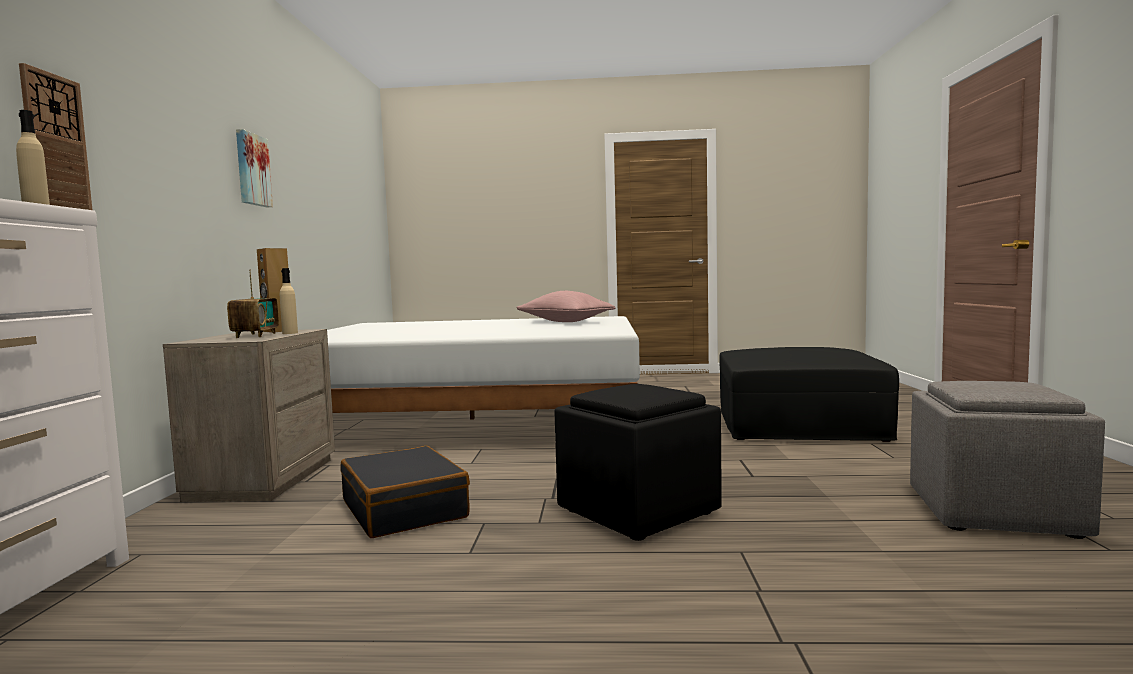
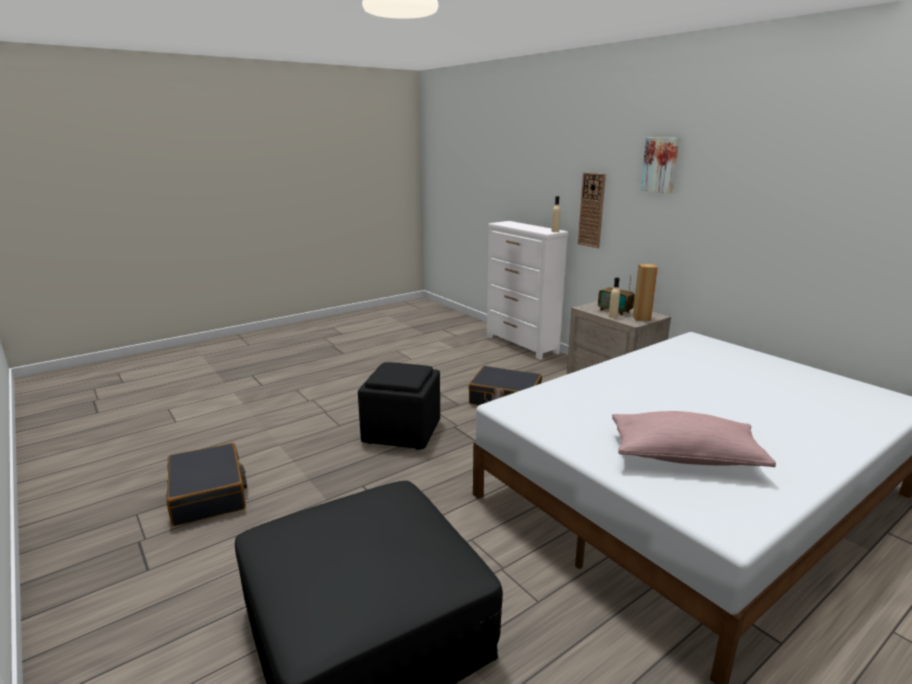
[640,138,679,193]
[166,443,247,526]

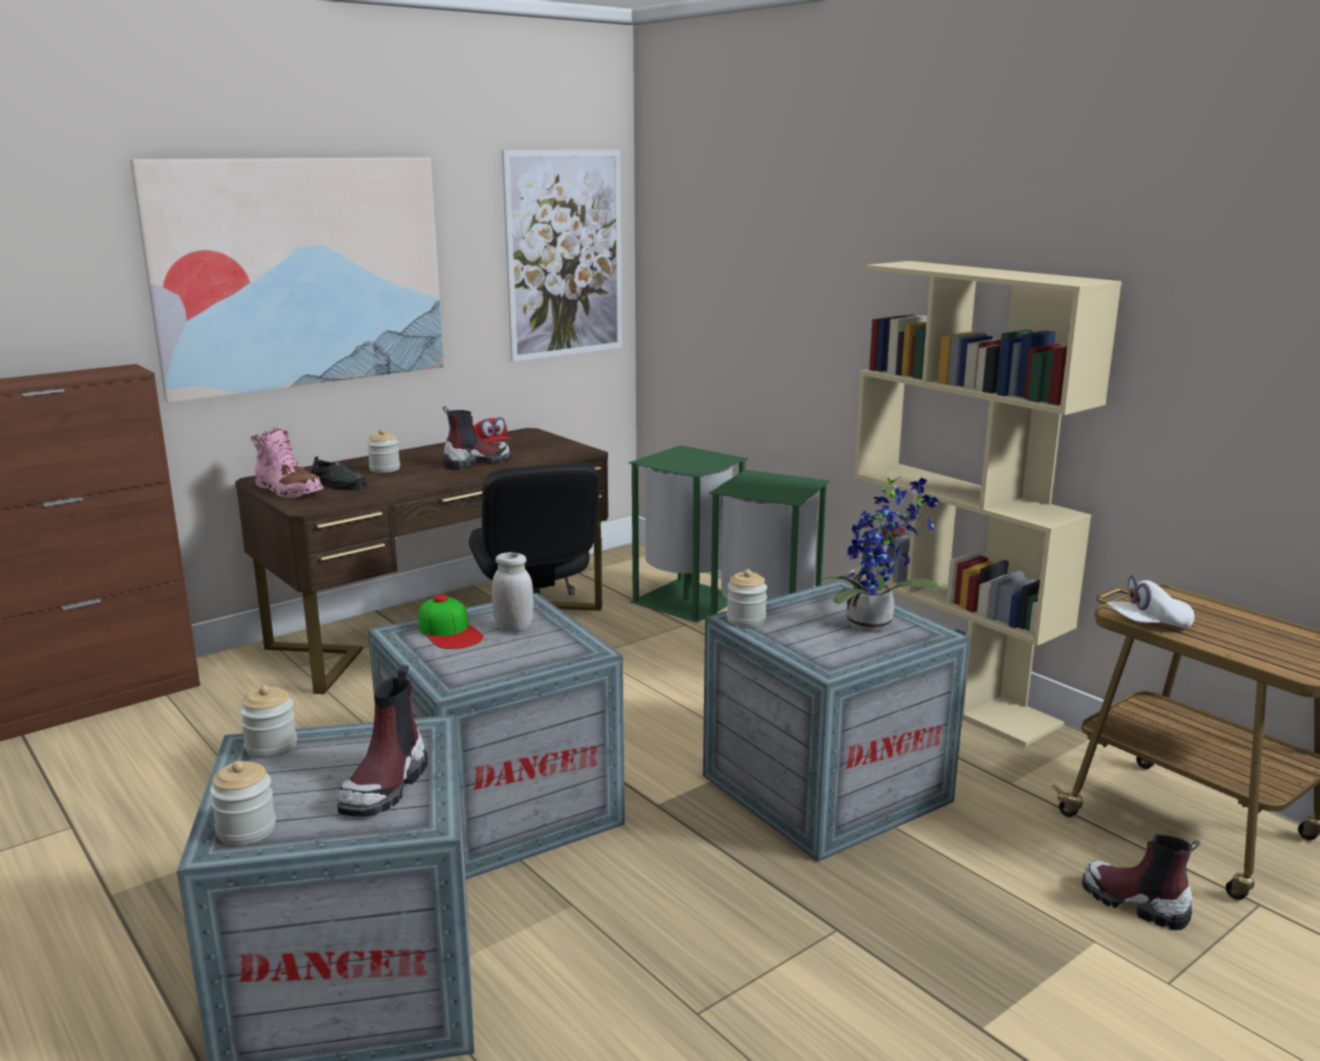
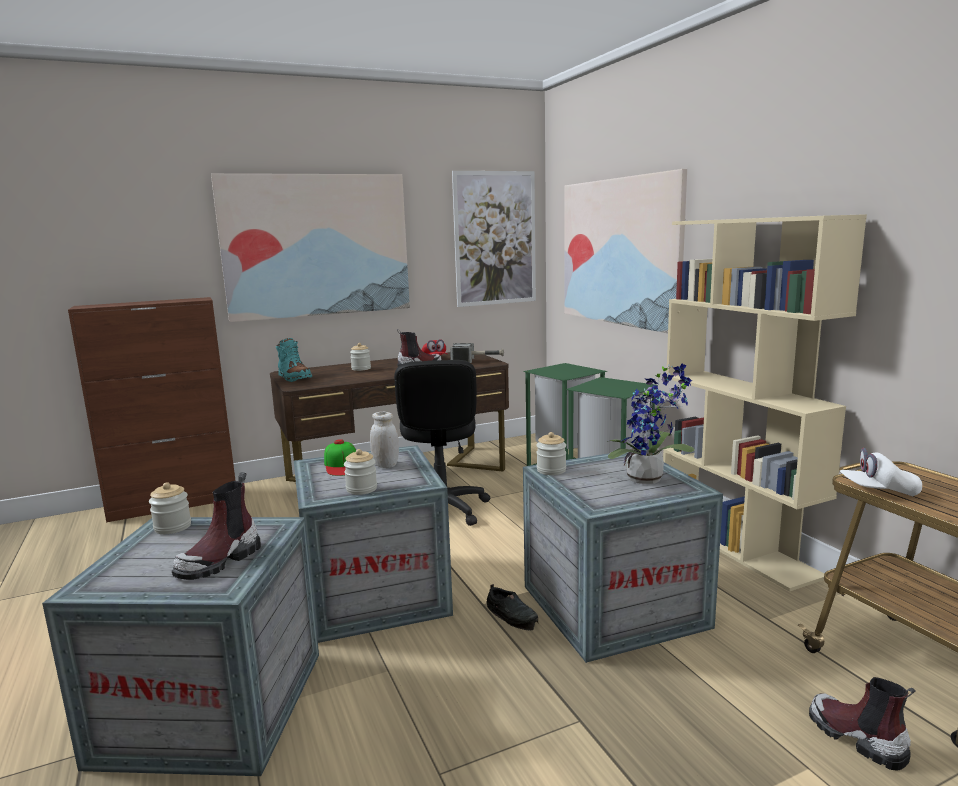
[450,343,504,363]
[565,169,687,333]
[344,449,377,495]
[487,584,538,630]
[276,338,312,382]

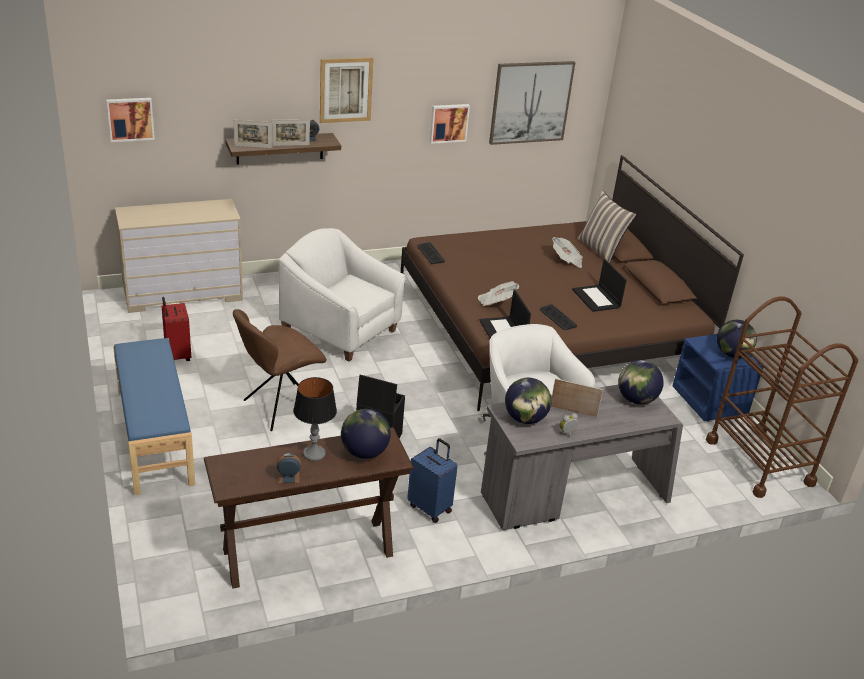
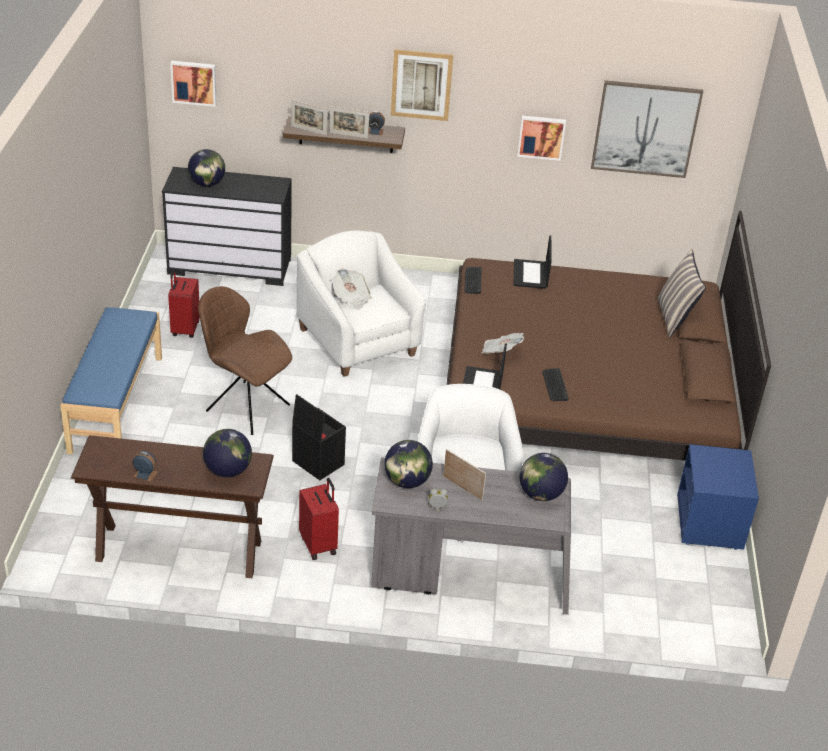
[293,377,337,461] (first image)
[706,296,858,498] (first image)
[332,268,372,310]
[513,235,552,289]
[188,149,225,187]
[162,167,292,286]
[299,478,339,560]
[198,286,292,435]

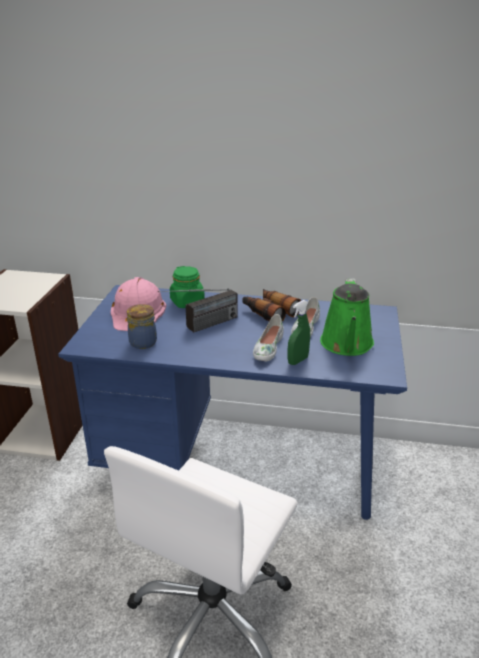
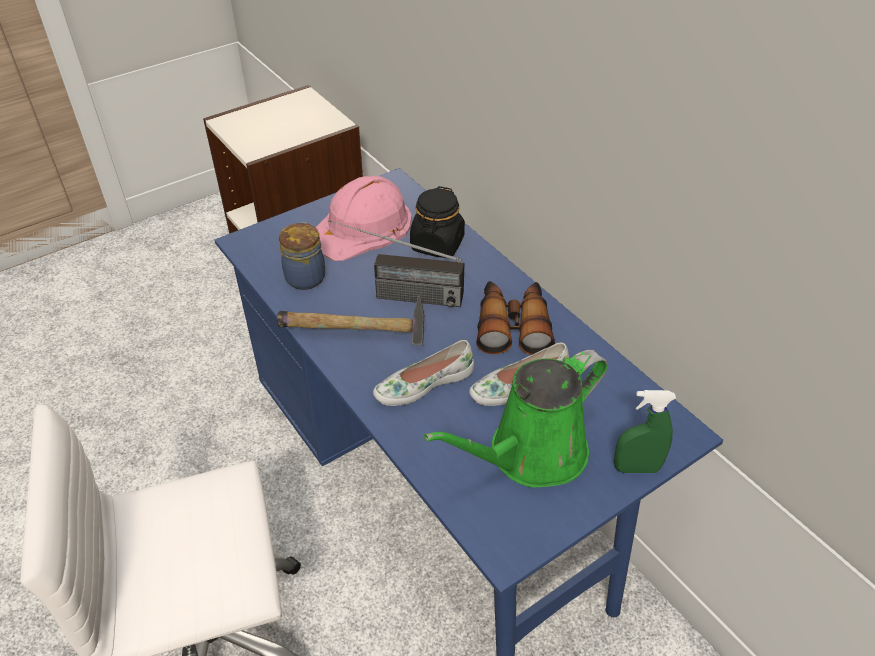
[277,296,424,345]
[614,390,676,473]
[410,186,465,258]

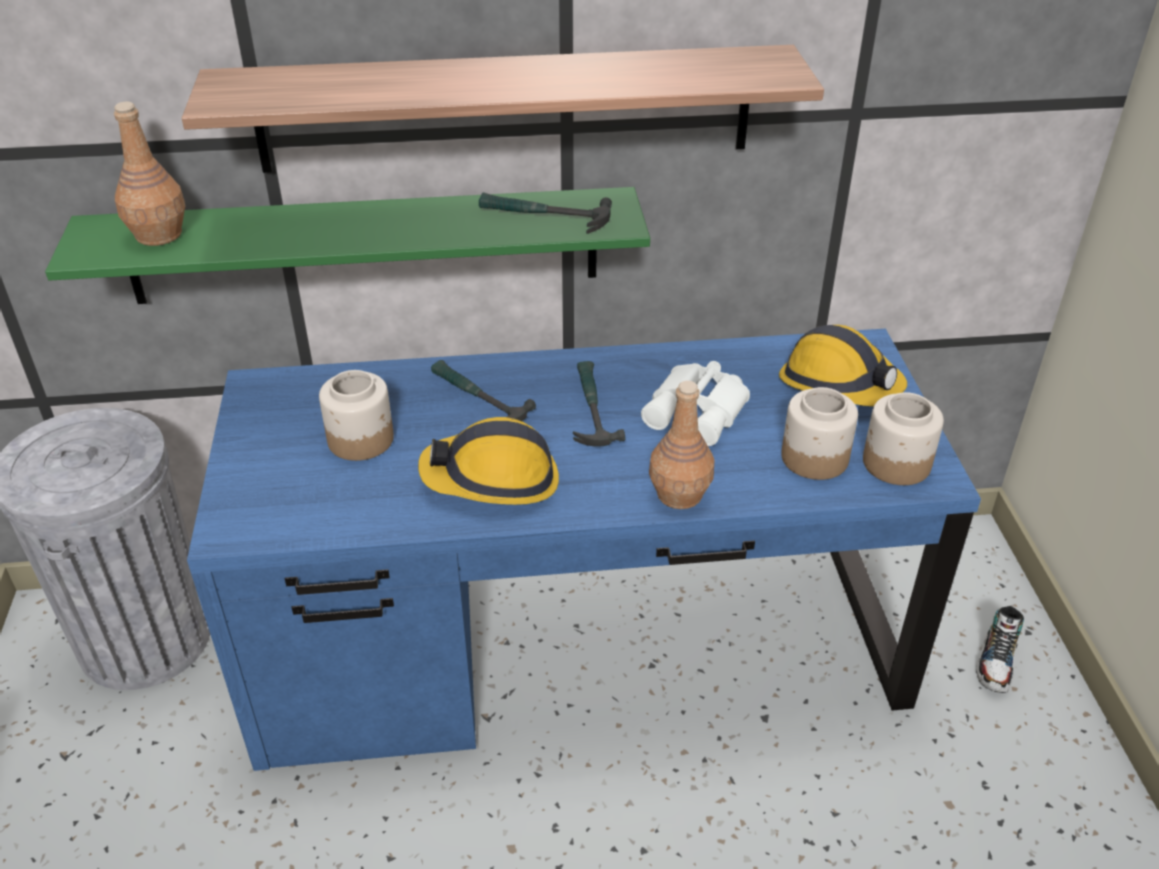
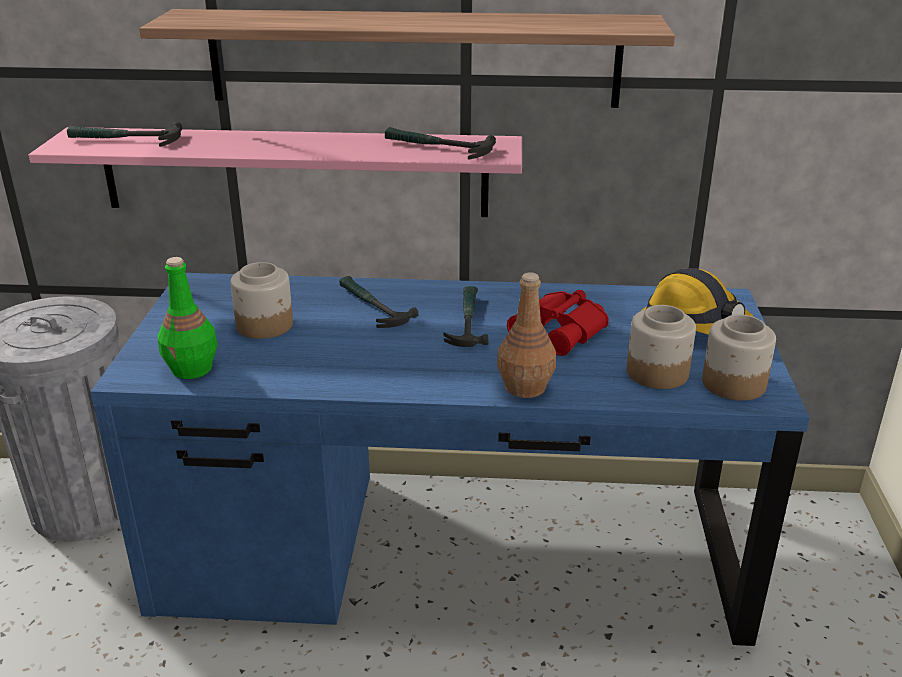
[418,417,559,505] (first image)
[976,606,1024,693] (first image)
[158,257,218,379]
[67,122,182,147]
[29,127,522,217]
[507,290,609,356]

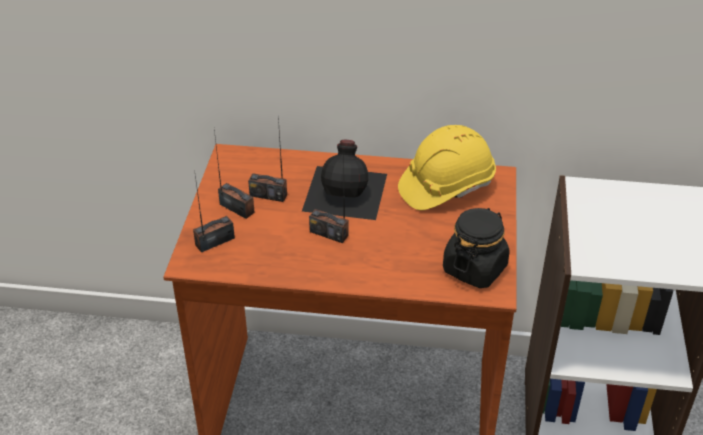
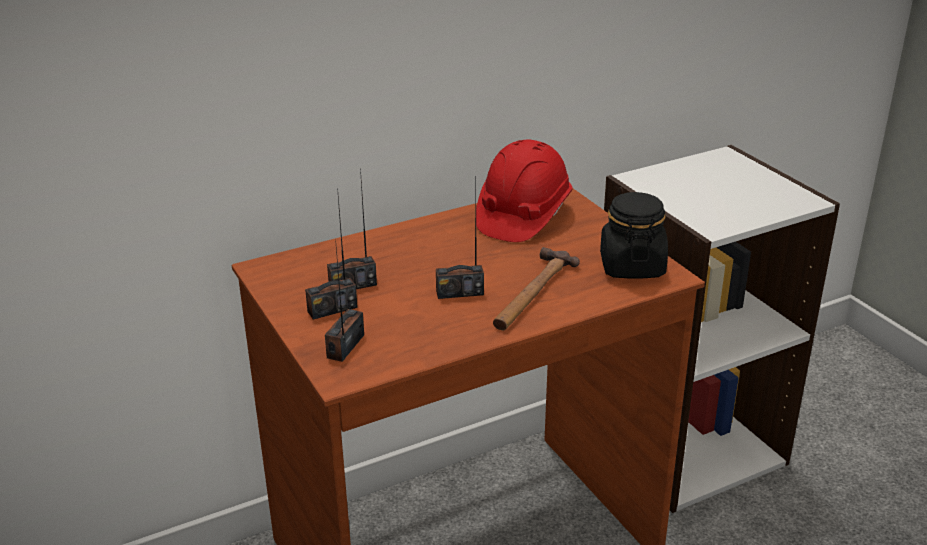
[302,140,387,220] (first image)
[493,247,580,330]
[476,139,572,242]
[305,197,358,320]

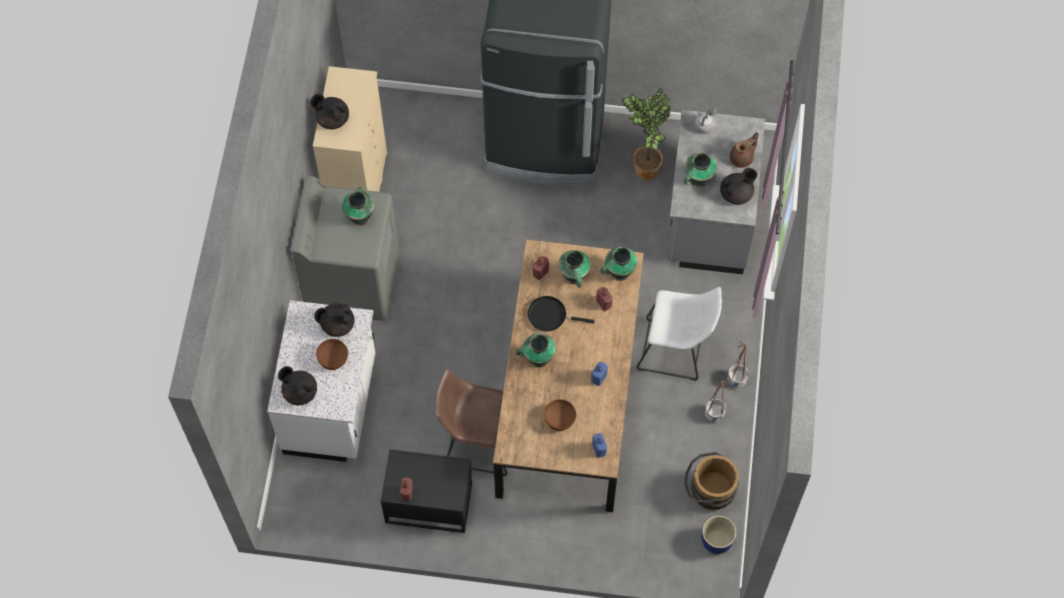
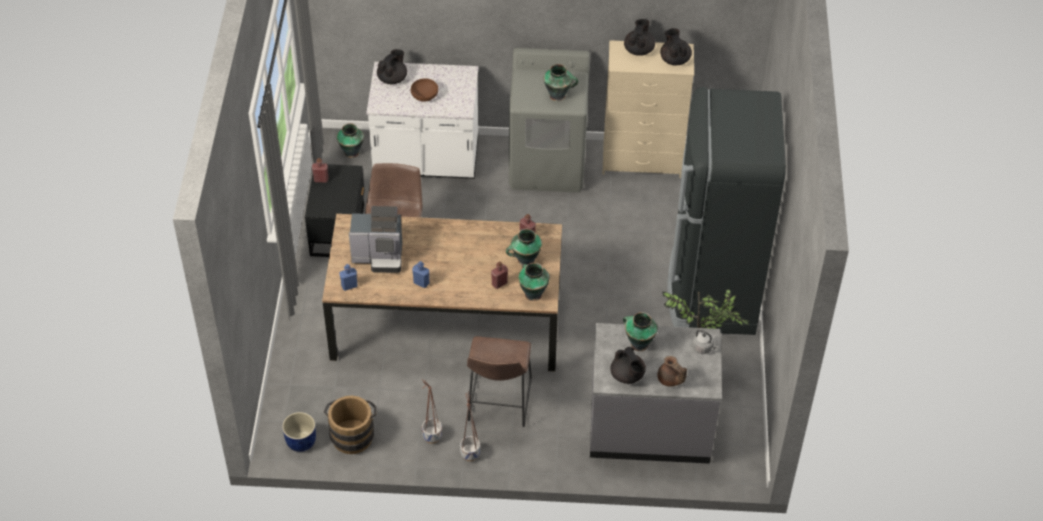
[527,296,594,332] (first image)
[660,28,692,66]
[337,123,364,158]
[349,206,402,273]
[467,336,532,427]

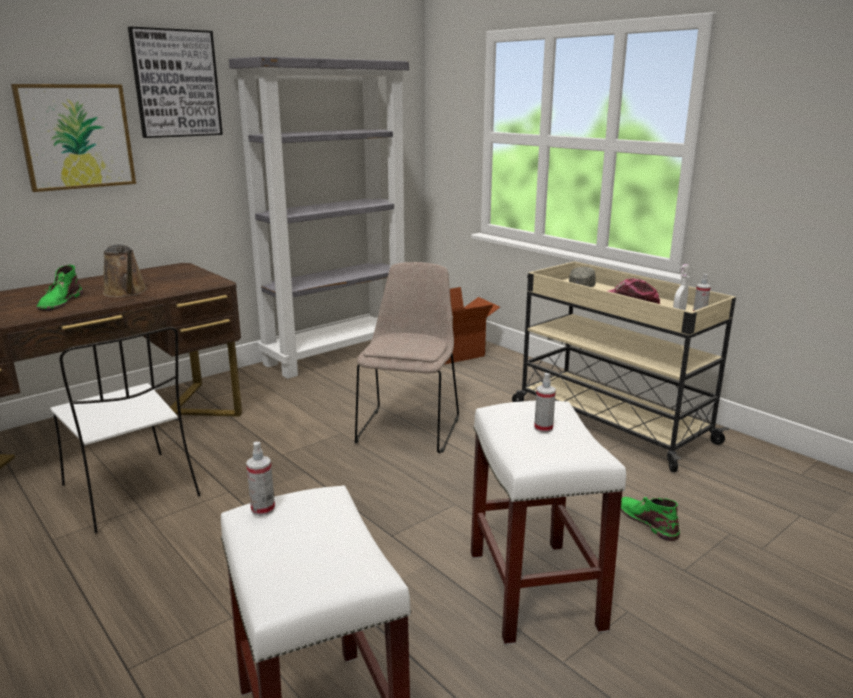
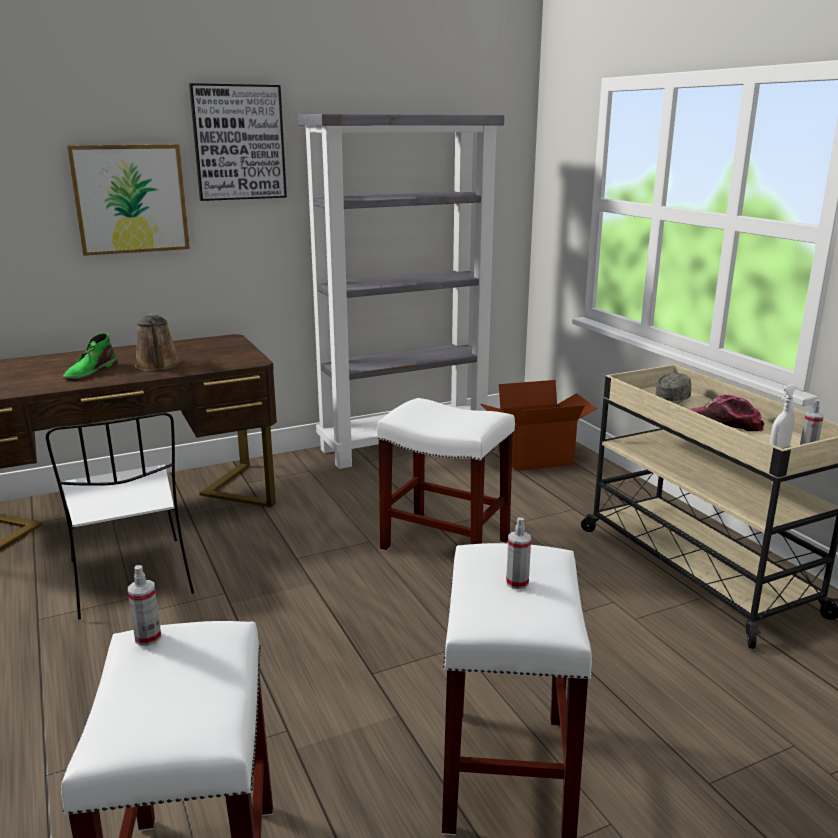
[621,497,680,541] (first image)
[377,398,515,551]

